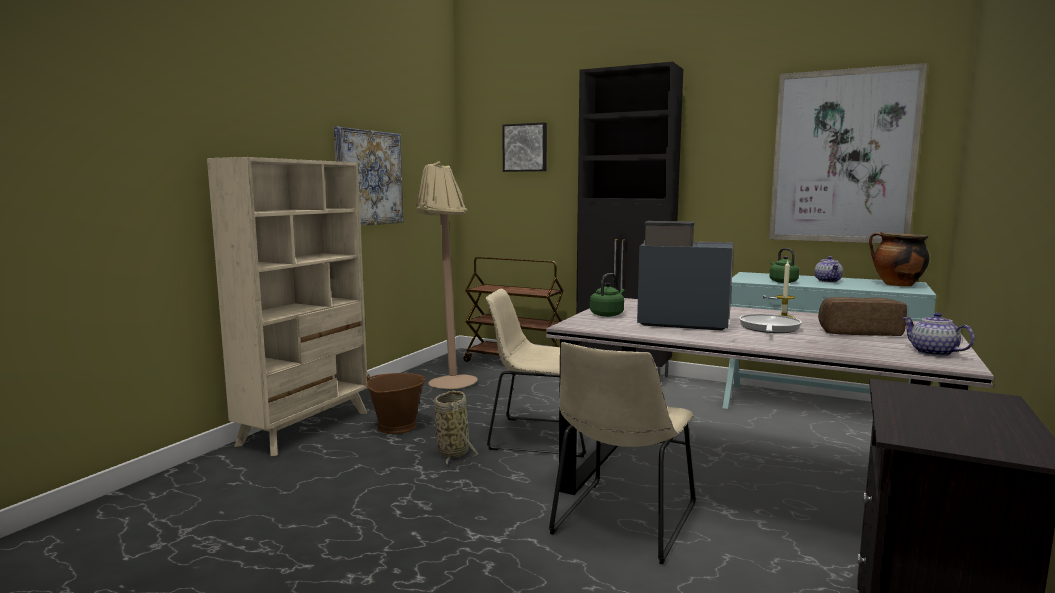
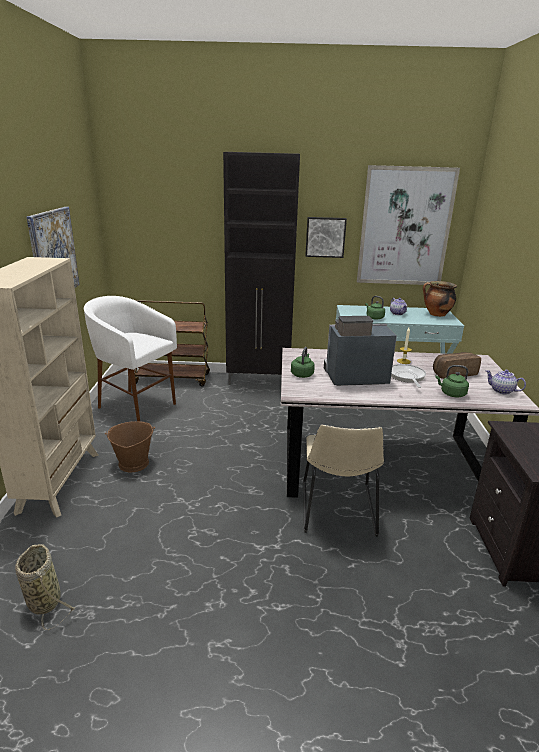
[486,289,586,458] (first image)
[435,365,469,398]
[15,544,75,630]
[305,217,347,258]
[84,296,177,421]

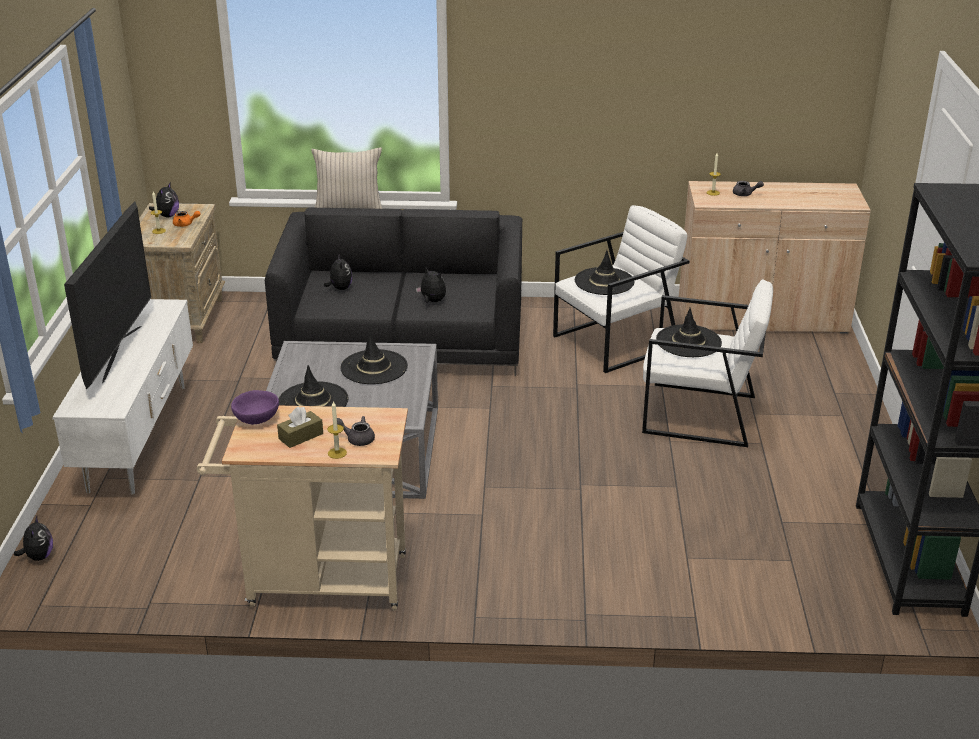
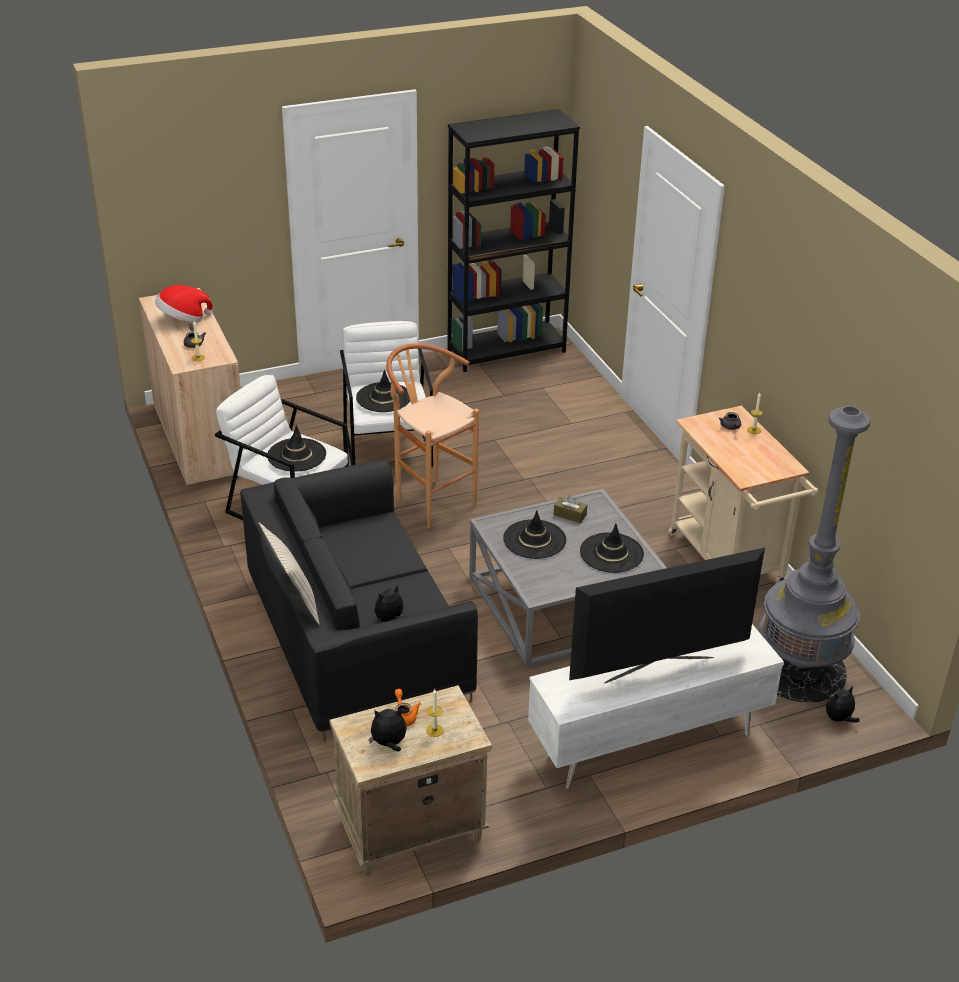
[231,390,279,425] (first image)
[416,268,446,303] (first image)
[155,285,212,322]
[386,343,479,528]
[759,406,870,702]
[554,495,587,523]

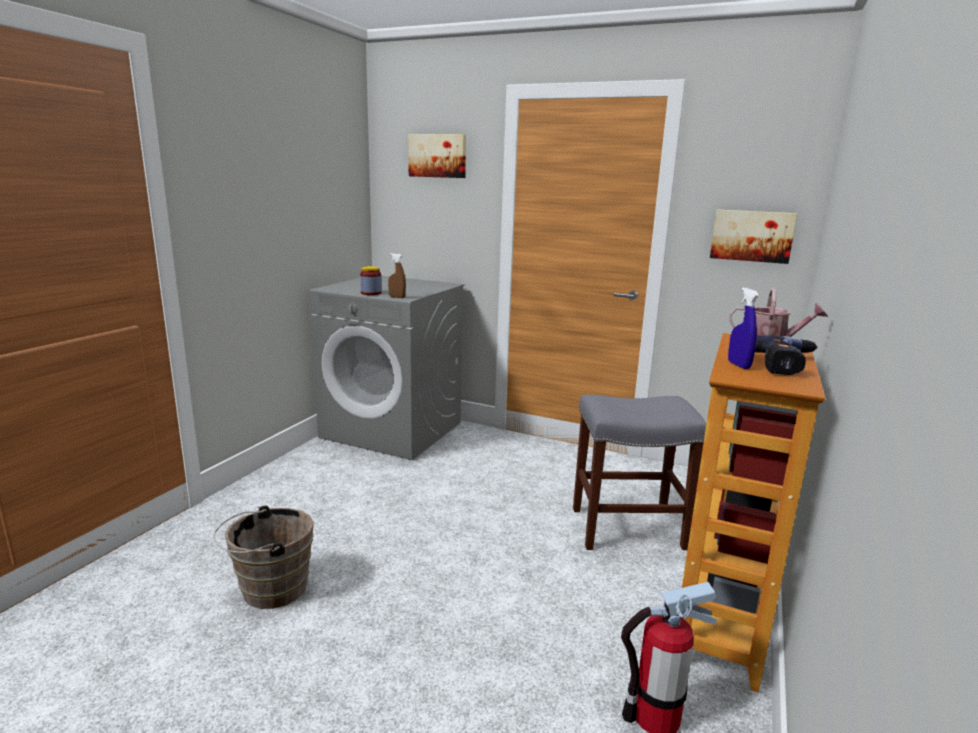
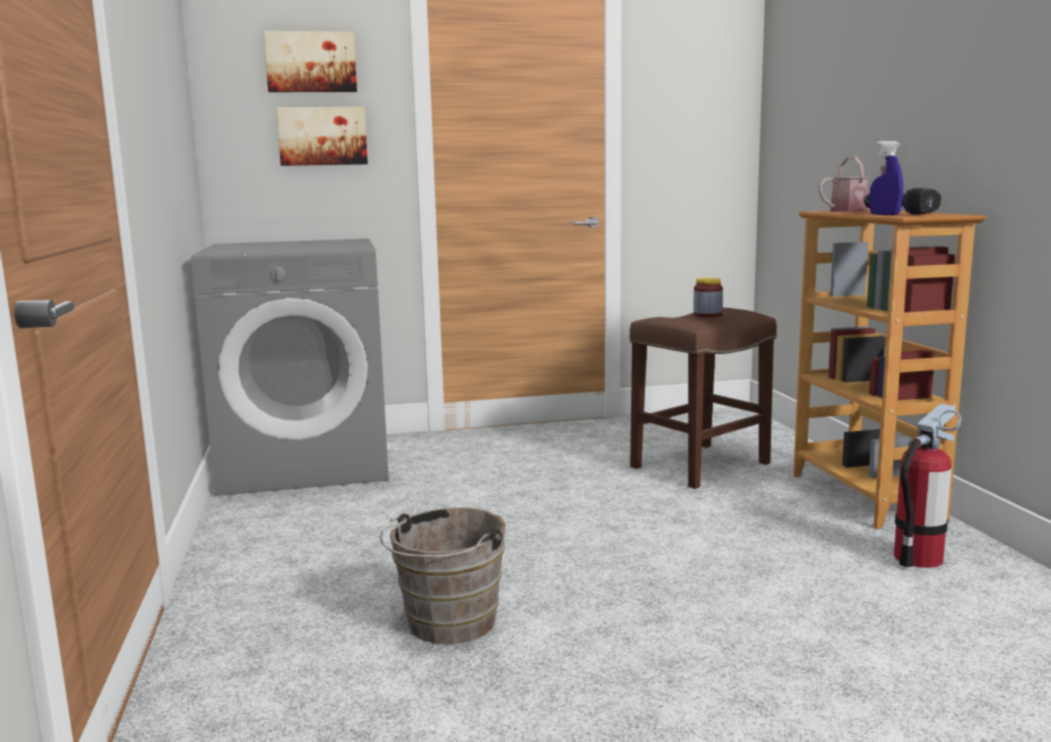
[388,253,406,298] (first image)
[693,278,723,317]
[276,107,368,166]
[630,308,777,489]

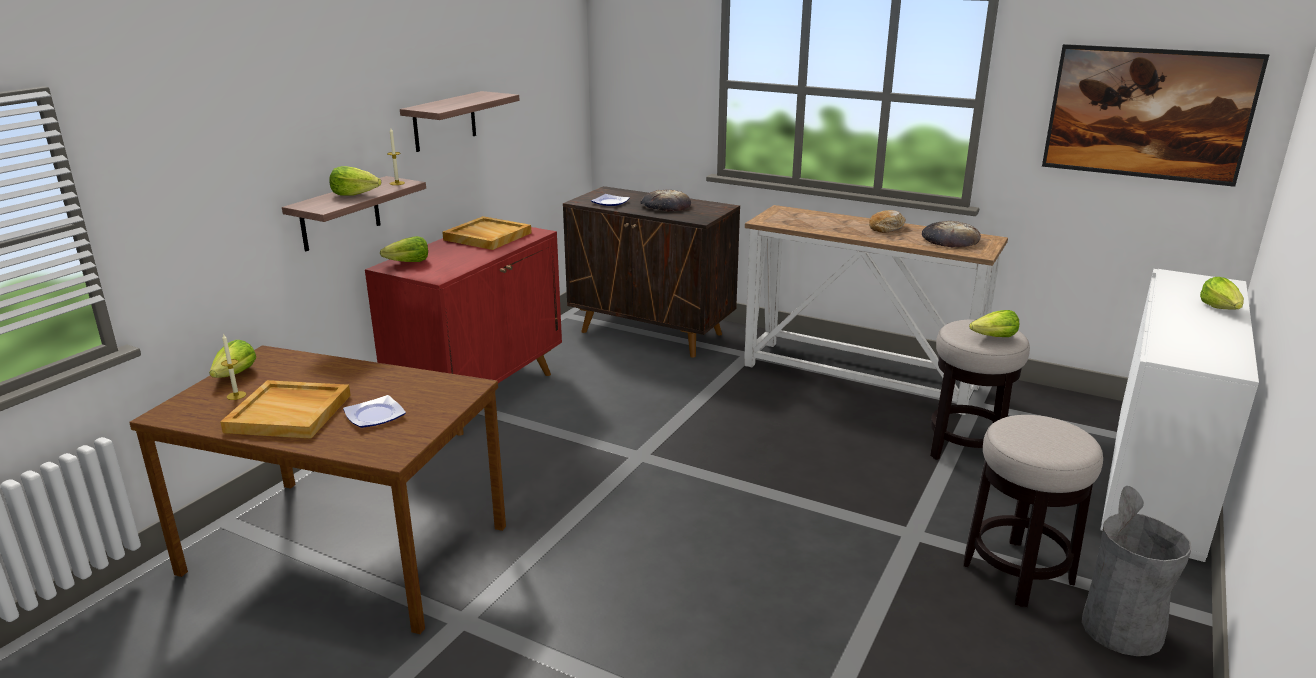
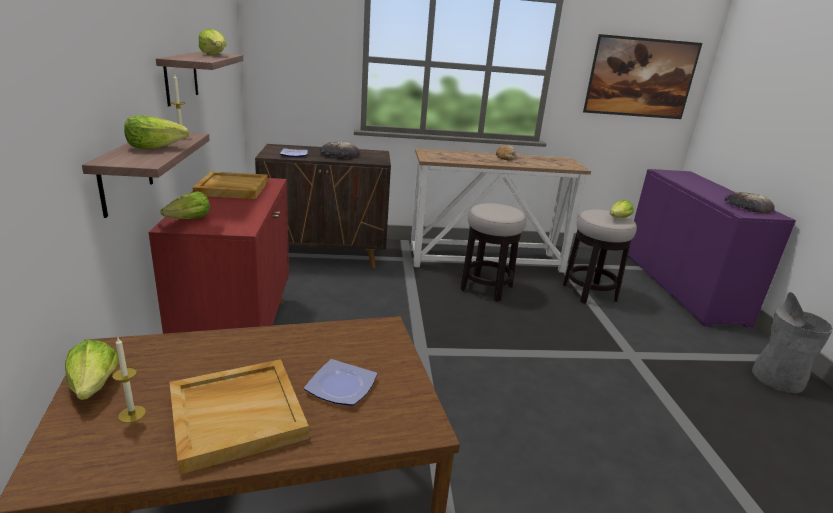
[724,192,775,213]
[460,203,526,301]
[199,29,227,55]
[628,169,796,327]

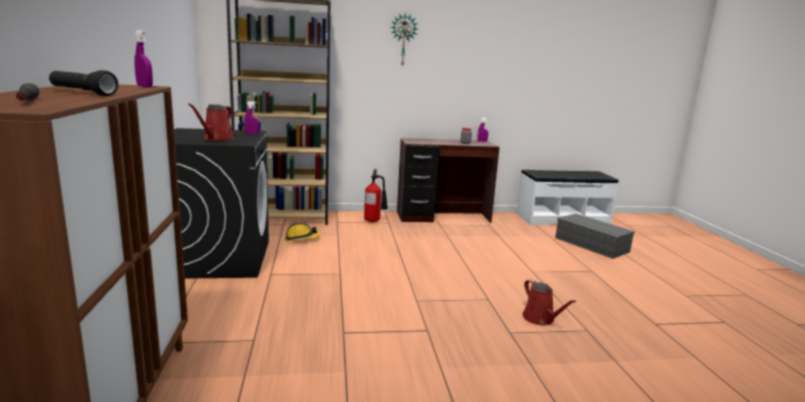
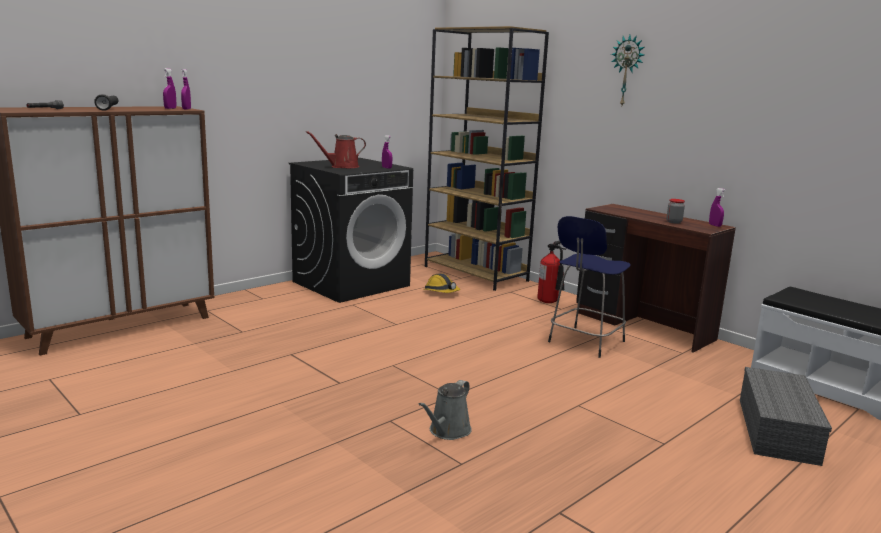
[163,68,176,109]
[548,216,630,358]
[419,380,472,440]

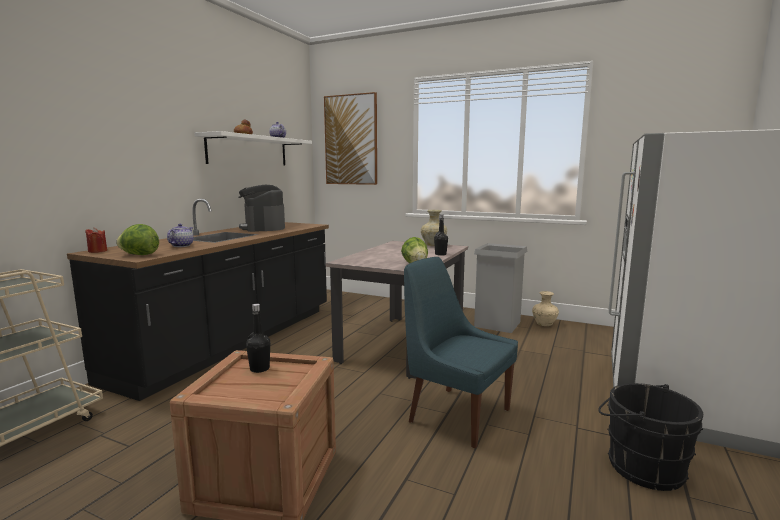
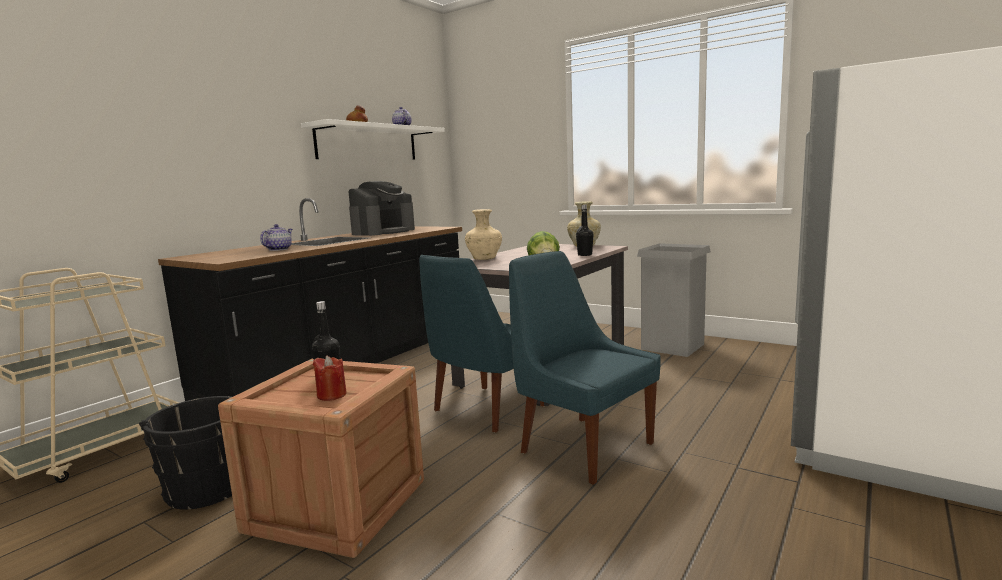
[116,224,159,255] (first image)
[324,92,377,185] (first image)
[419,255,544,433]
[313,356,347,401]
[465,209,502,260]
[139,396,232,510]
[349,181,415,236]

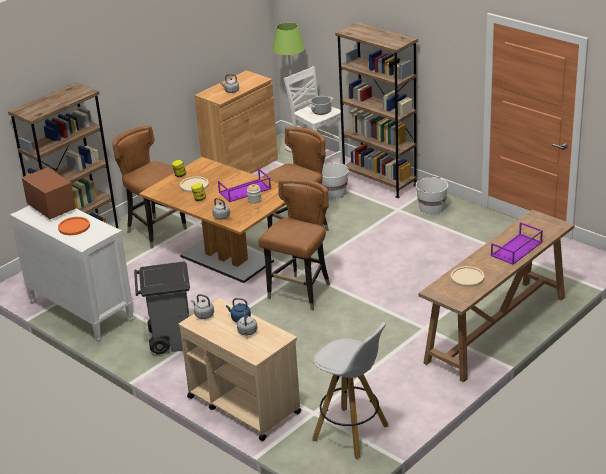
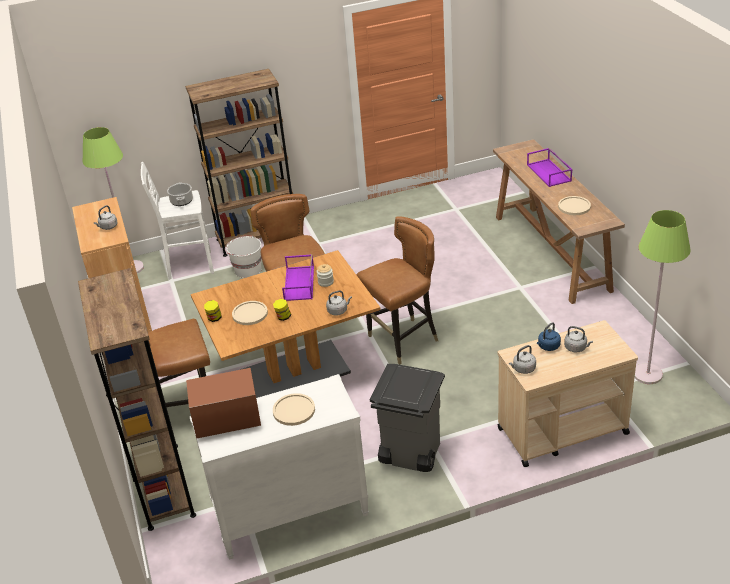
[414,177,448,215] (first image)
[635,210,691,384]
[273,393,315,426]
[356,216,438,365]

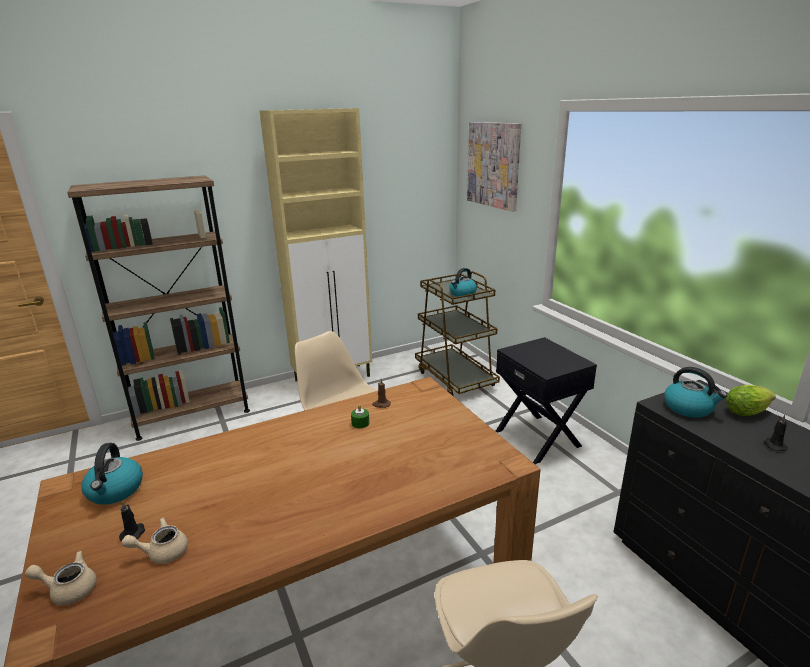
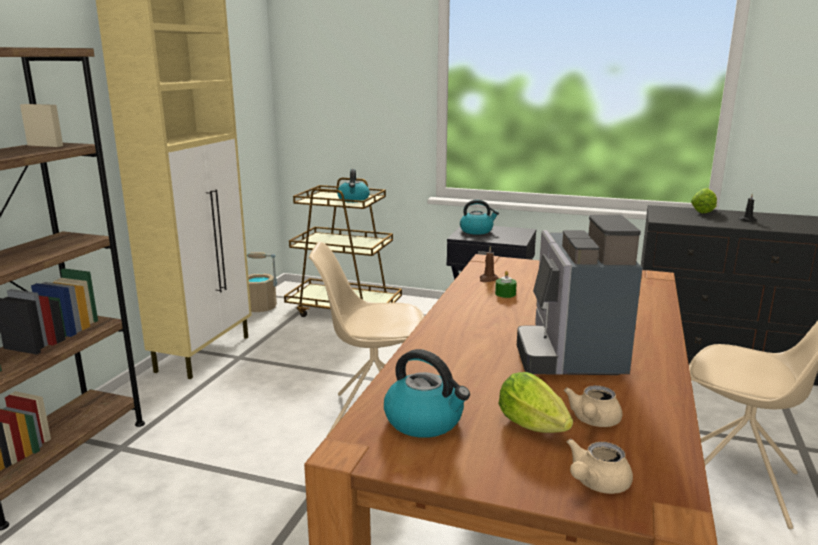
[467,122,521,212] (first image)
[247,252,278,312]
[517,215,642,375]
[460,200,499,235]
[498,372,573,433]

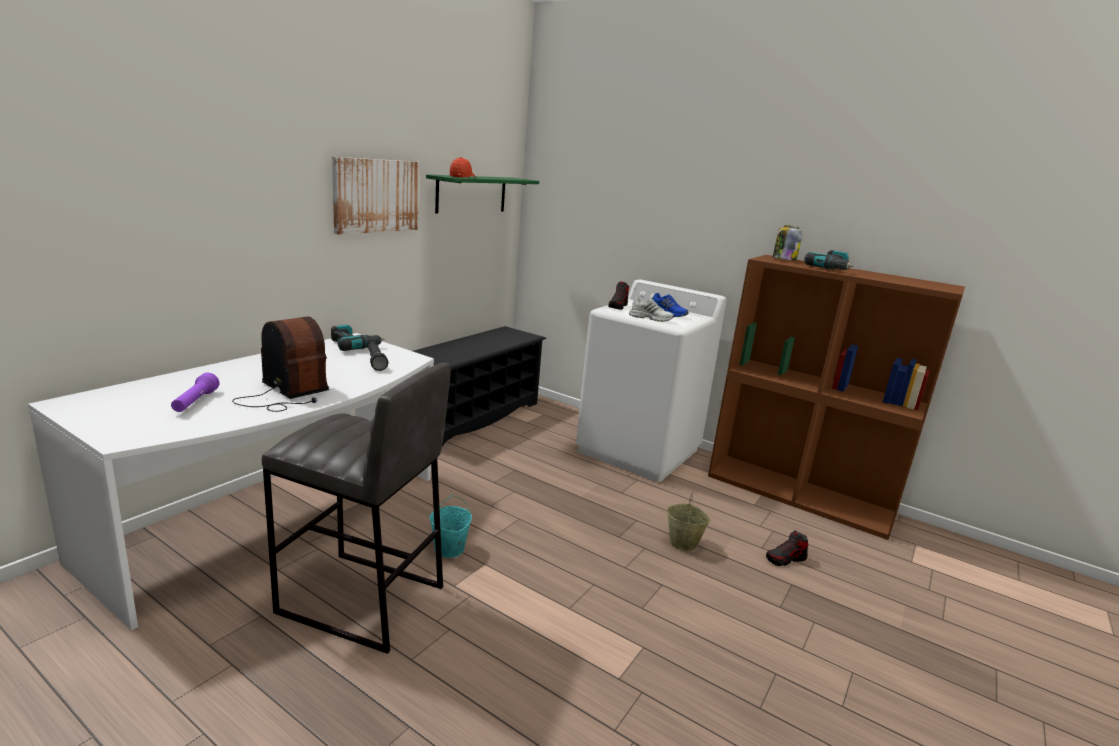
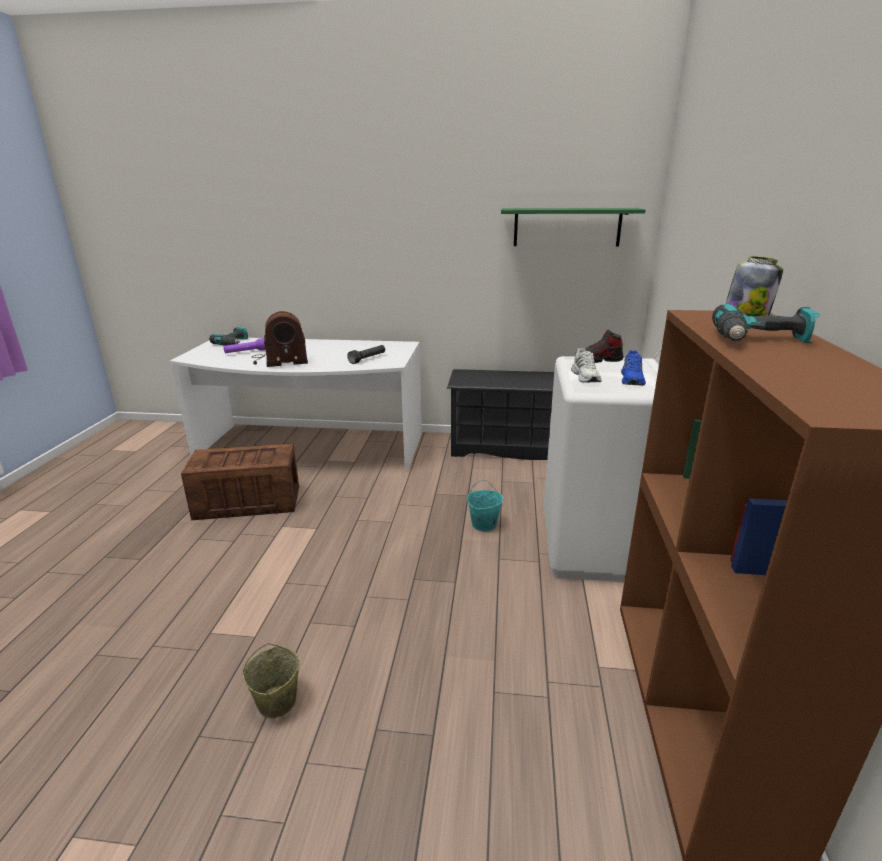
[332,157,420,235] (first image)
[450,157,475,178] (first image)
[766,530,808,566] (first image)
[209,327,248,346]
[467,480,503,531]
[243,643,300,719]
[181,443,299,520]
[252,311,308,367]

